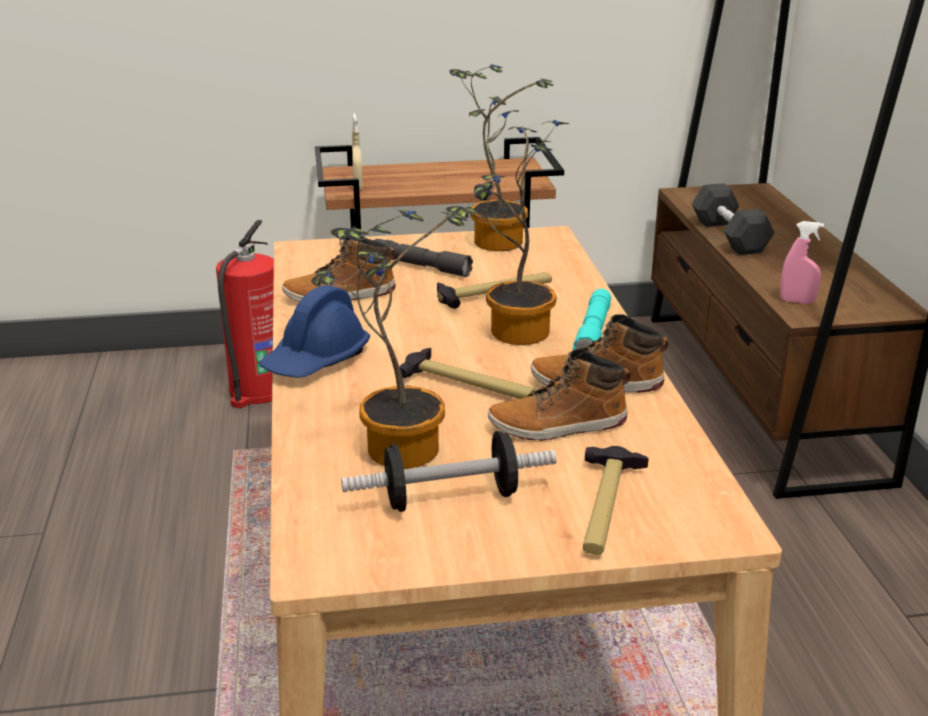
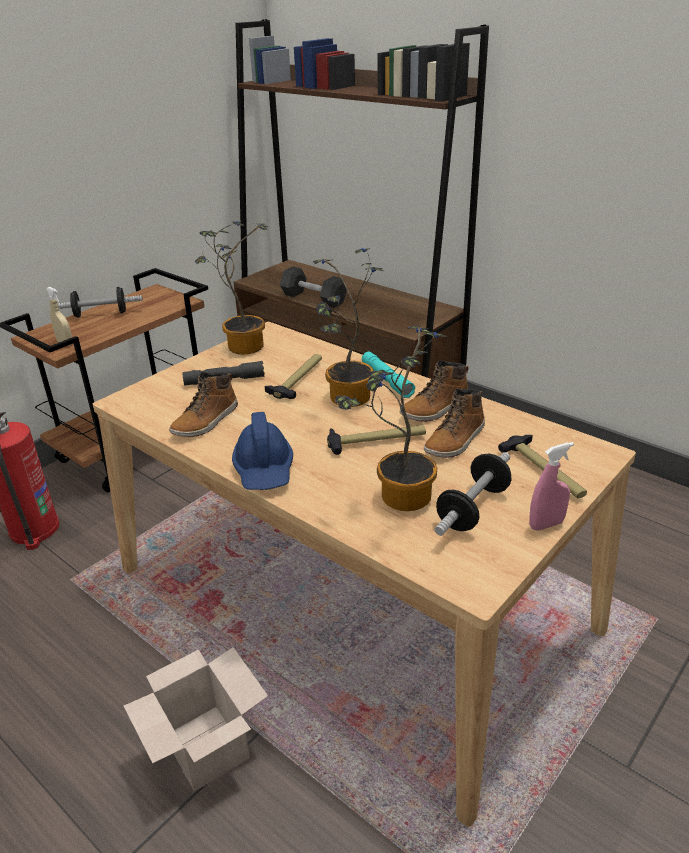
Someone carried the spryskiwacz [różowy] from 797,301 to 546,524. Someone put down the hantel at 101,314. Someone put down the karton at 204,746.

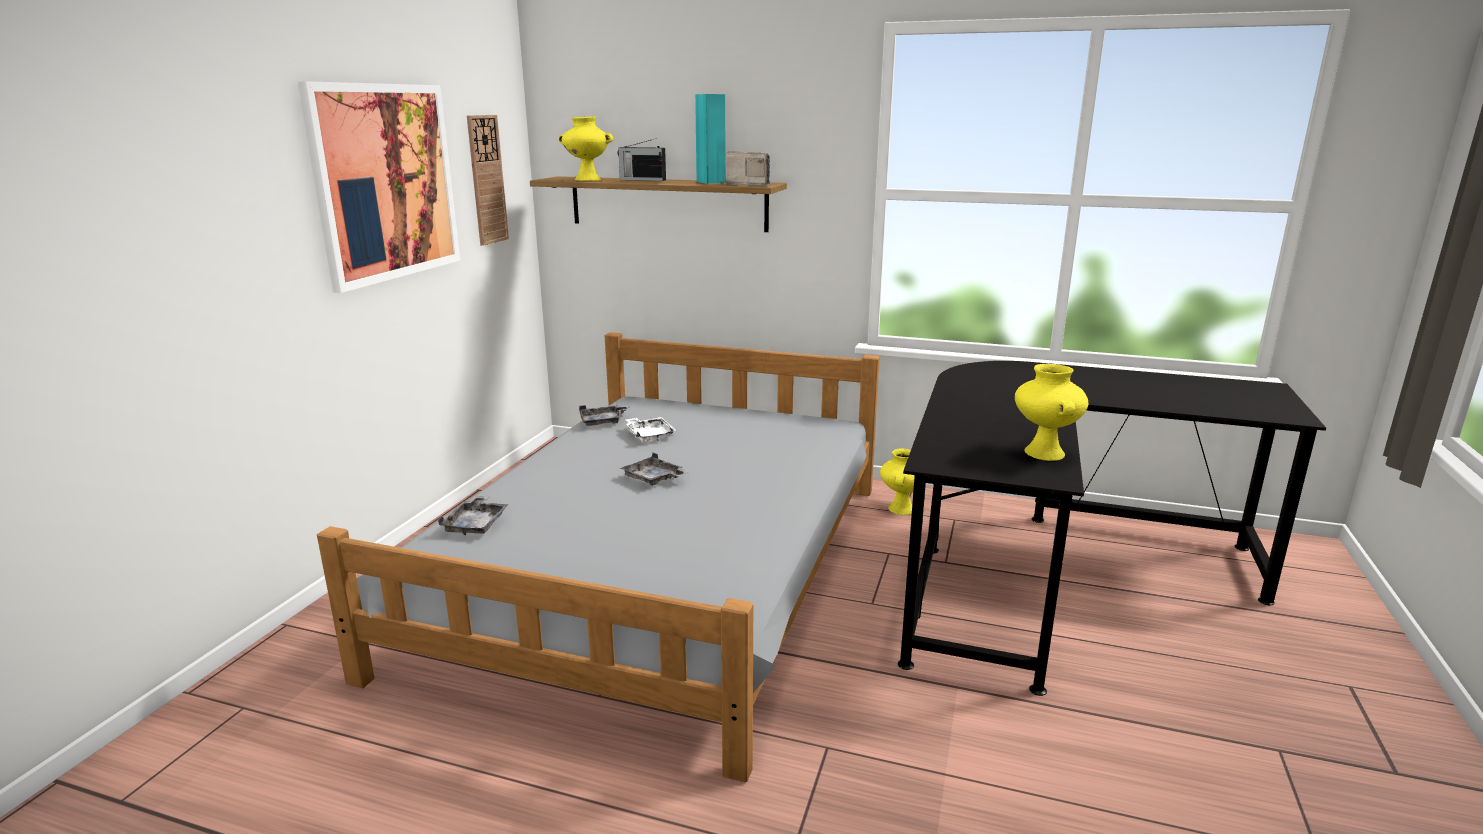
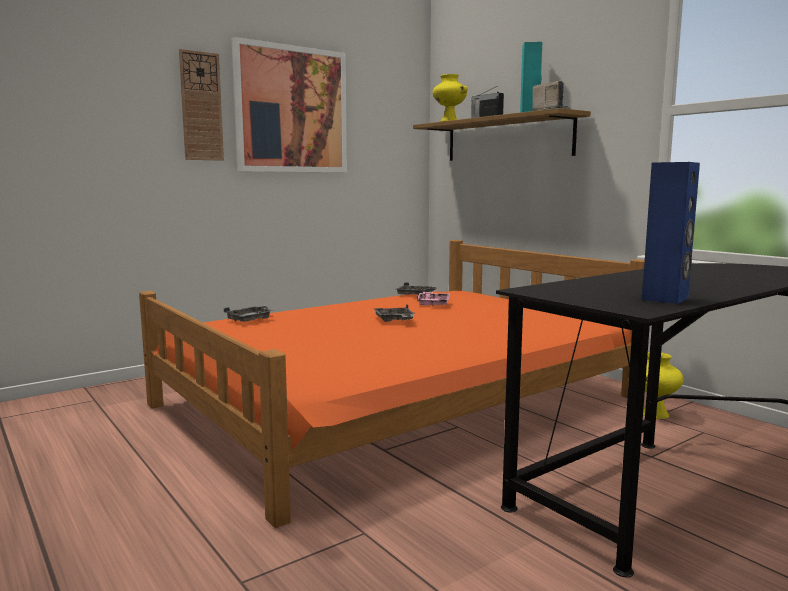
Someone repainted the łóżko [szary] at 661,570, which became the łóżko [pomarańczowy] at 396,402. Someone carried the zegar ścienny from 487,180 to 201,106. Someone repainted the taca [biały] at 649,435, which became the taca [różowy] at 433,304. Someone swapped the wazon [żółty] at 1043,453 for the głośnik [niebieski] at 665,299.

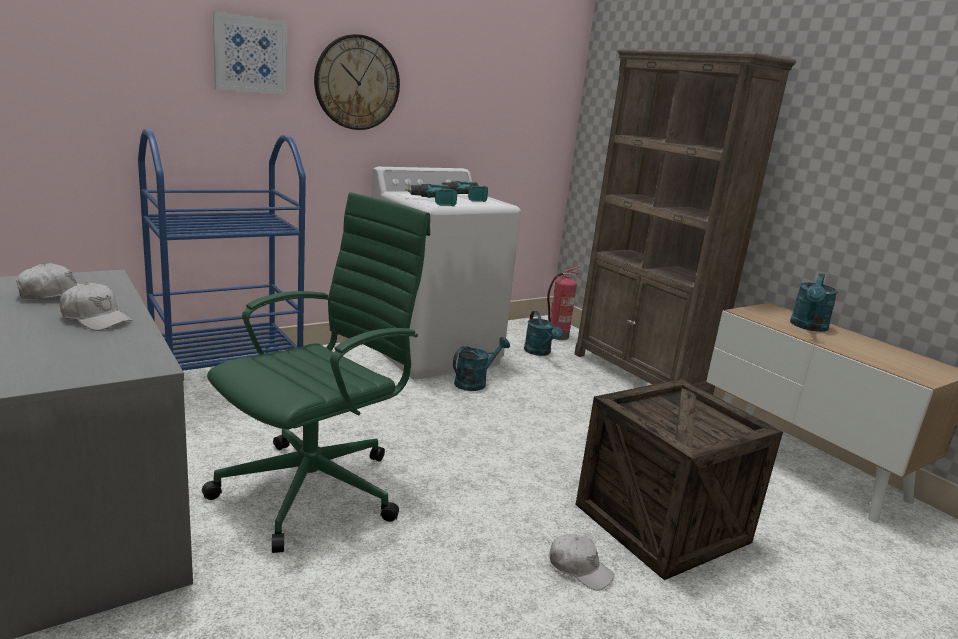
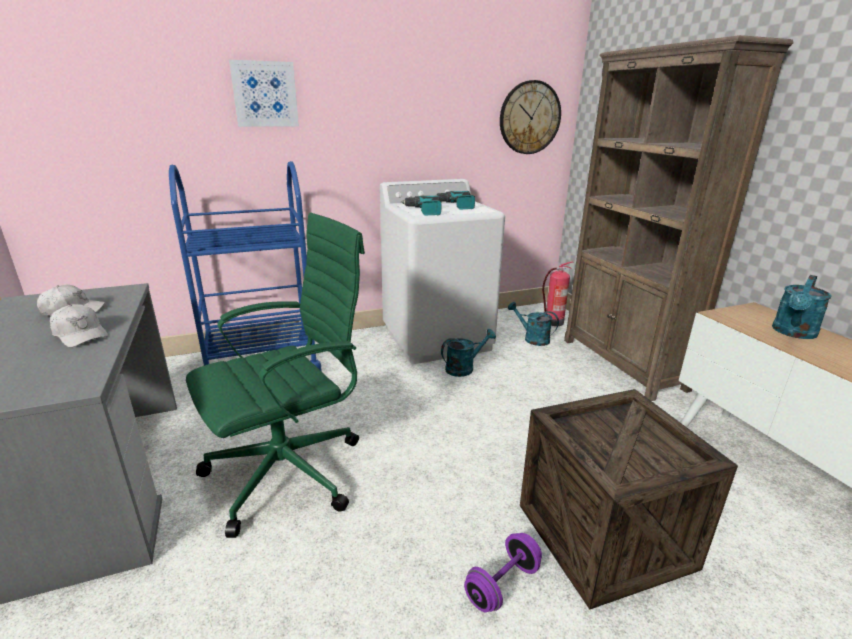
Someone carried the zegar ścienny from 357,83 to 529,118. Someone rotated the konewka [turkusowy] at 540,352 by 135 degrees clockwise. Someone swapped the czapka z daszkiem [biały] at 579,568 for the hantel [fioletowy] at 502,584.

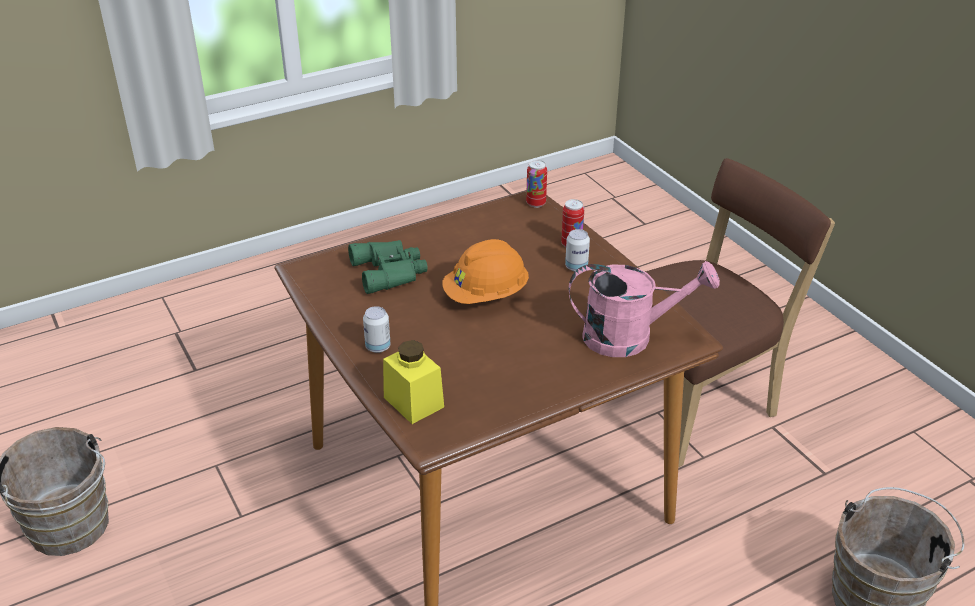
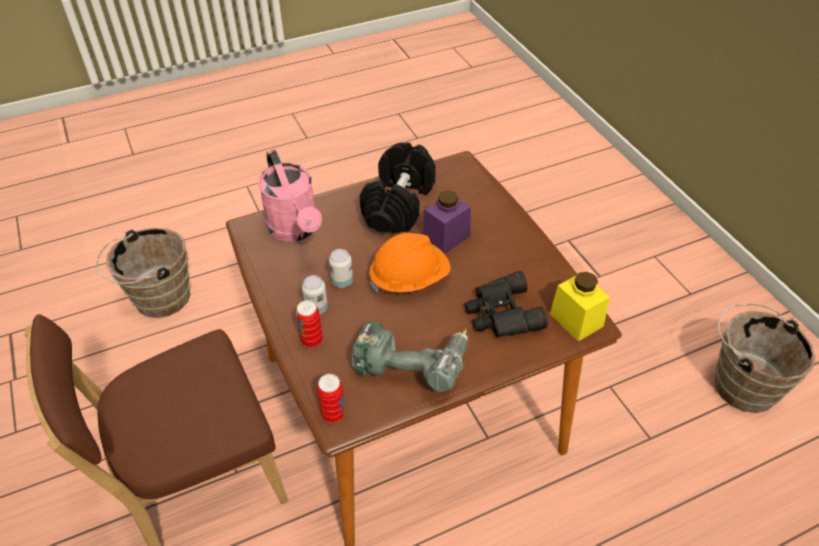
Someone repainted the lornetka [zielony] at 390,271, which became the lornetka [czarny] at 501,314. Someone carried the puszka from 378,347 to 342,281. Someone carried the słoik [żółty] from 413,402 to 576,320. Someone rotated the konewka [różowy] at 630,337 by 120 degrees counterclockwise. Someone put down the wiertarka at 412,364. Someone put down the hantel [czarny] at 398,203. Someone put down the słoik [fioletowy] at 446,237.

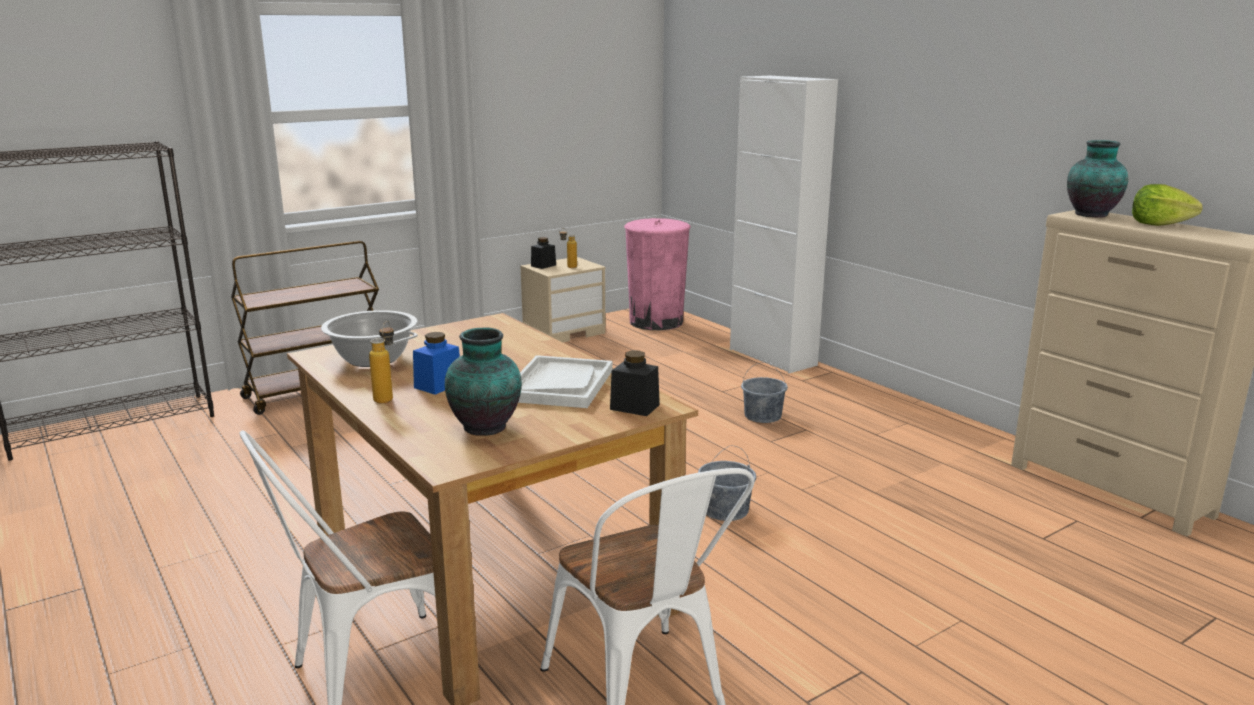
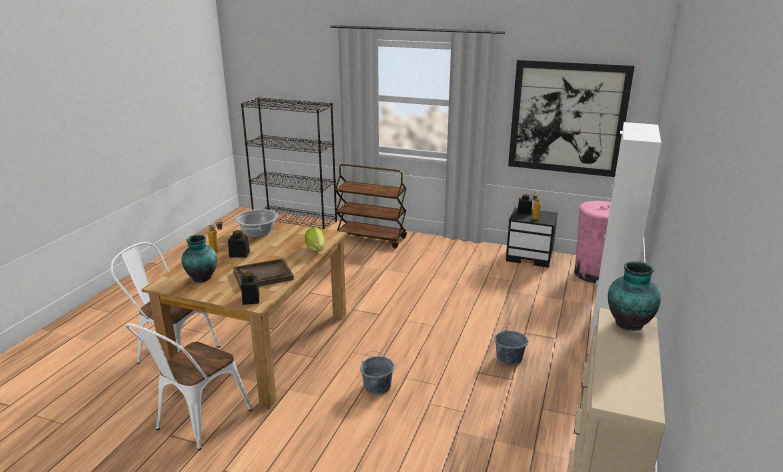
Someone repainted the słoik [niebieski] at 438,385, which became the słoik [czarny] at 239,254. Someone repainted the taca [biały] at 560,385, which became the taca [brązowy] at 263,275. Someone repainted the szafka nocna [beżowy] at 564,332, which became the szafka nocna [czarny] at 530,257. Someone carried the sałata from 1159,224 to 316,249. Someone put up the obraz at 567,118.

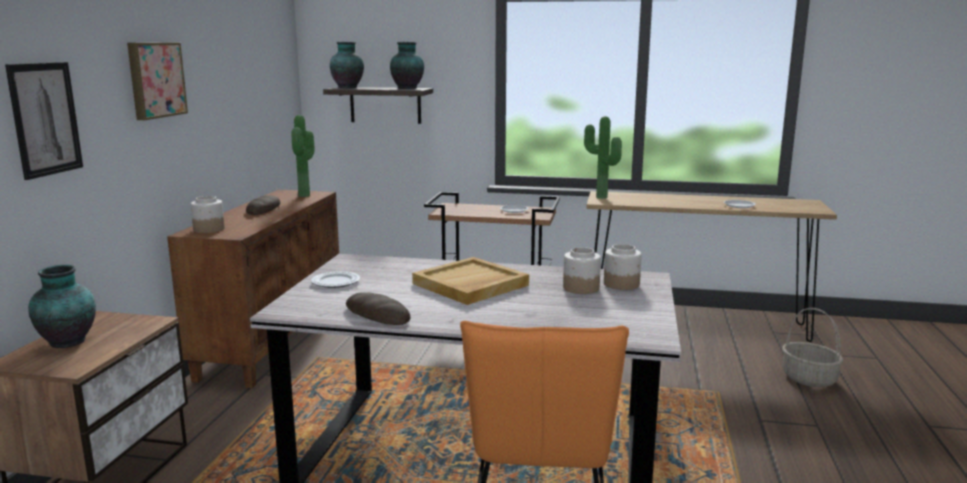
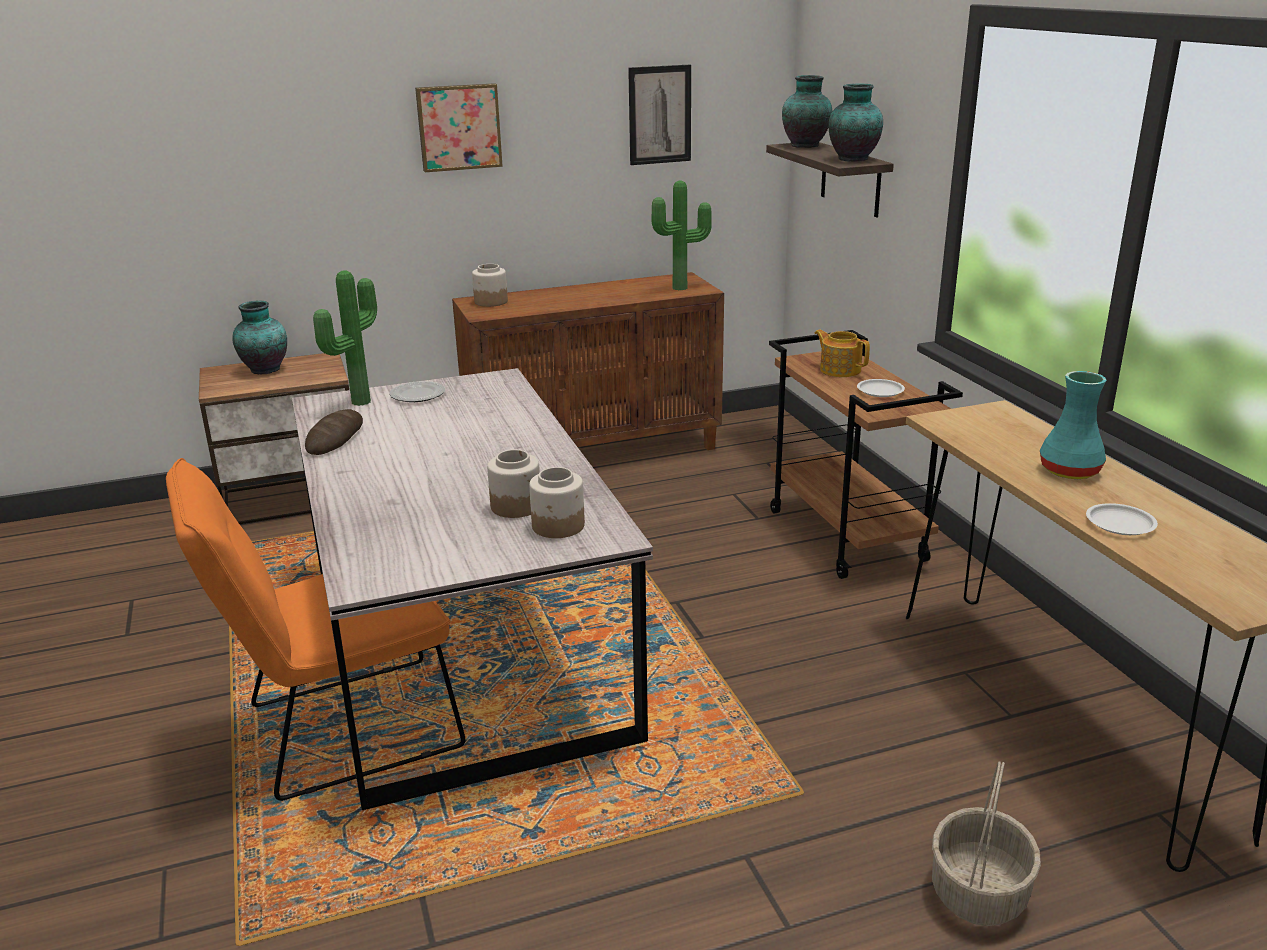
Someone carried the obraz from 45,119 to 659,115. Someone took away the chleb at 264,209. Someone took away the taca [beżowy] at 470,285. Someone carried the roślina doniczkowa from 600,197 to 358,401. Someone put down the imbryk at 840,370. Someone put down the wazon [turkusowy] at 1068,470.

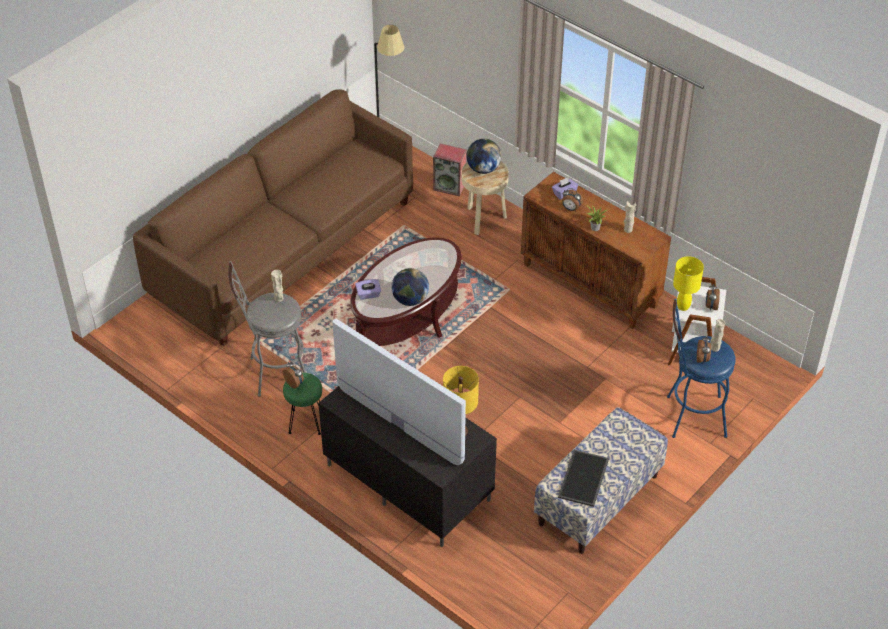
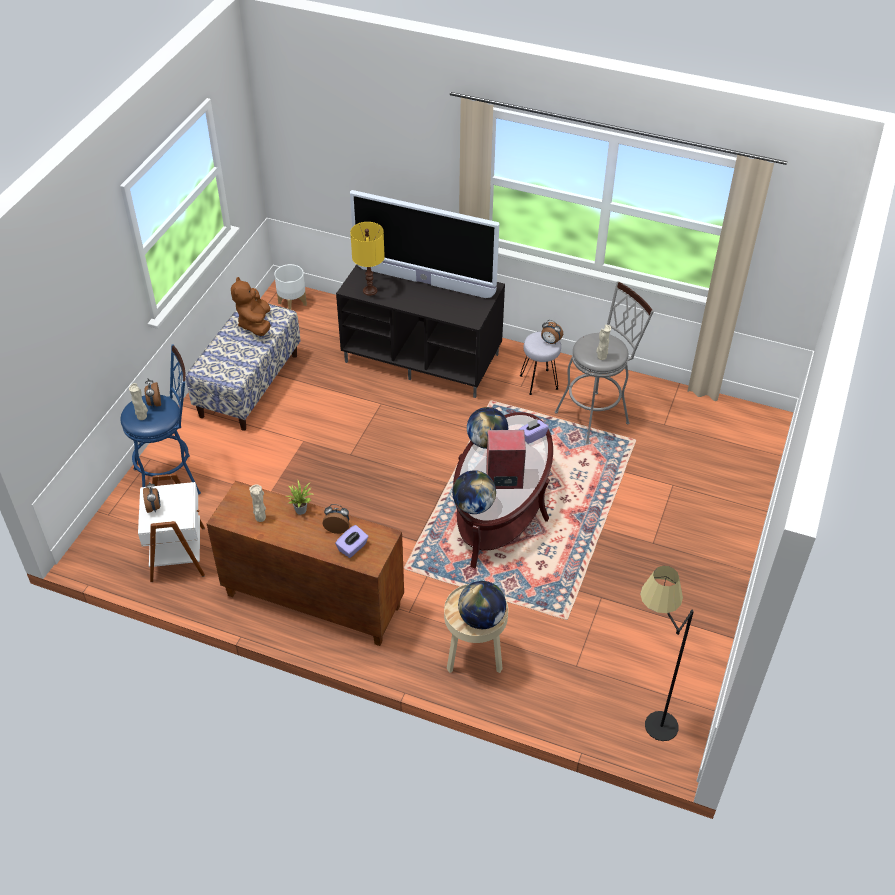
Someone took away the kanapa [brązowy] at 283,249. Someone repainted the stołek [zielony] at 305,422, which became the stołek [szary] at 539,382. Someone carried the głośnik from 450,186 to 503,479. Someone swapped the taca at 584,479 for the pluszak [brązowy] at 255,324. Someone took away the lampa stołowa [żółty] at 683,306. Someone put down the donica [biały] at 292,304. Someone put down the globus at 473,506.

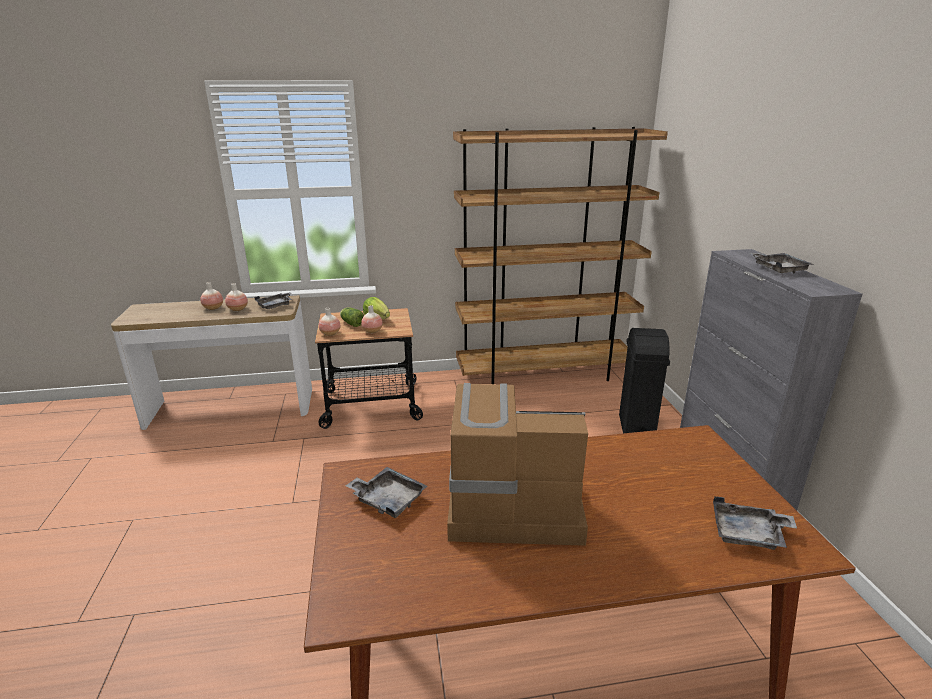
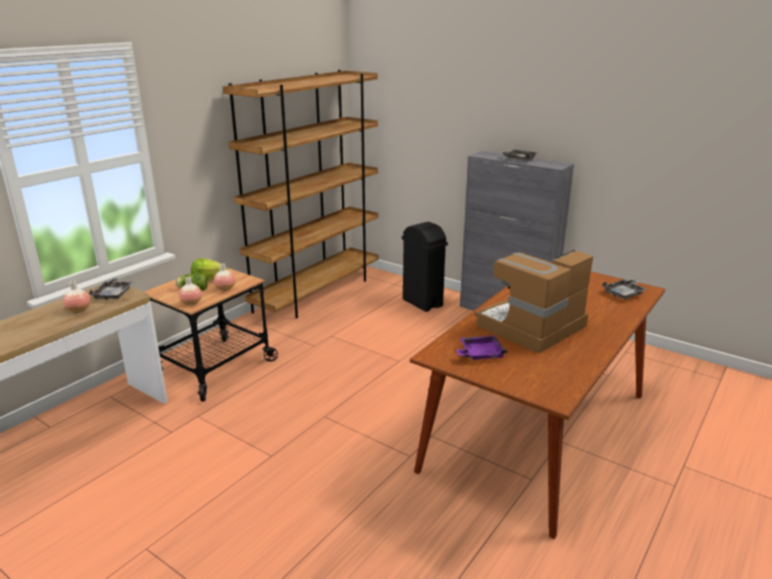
Someone took away the wazon at 213,308. Someone repainted the taca [szary] at 388,499, which became the taca [fioletowy] at 480,354.

